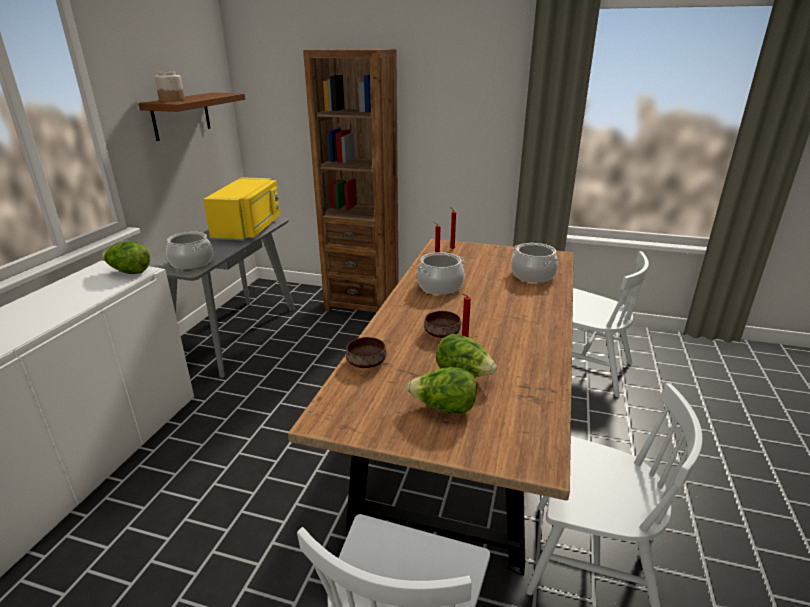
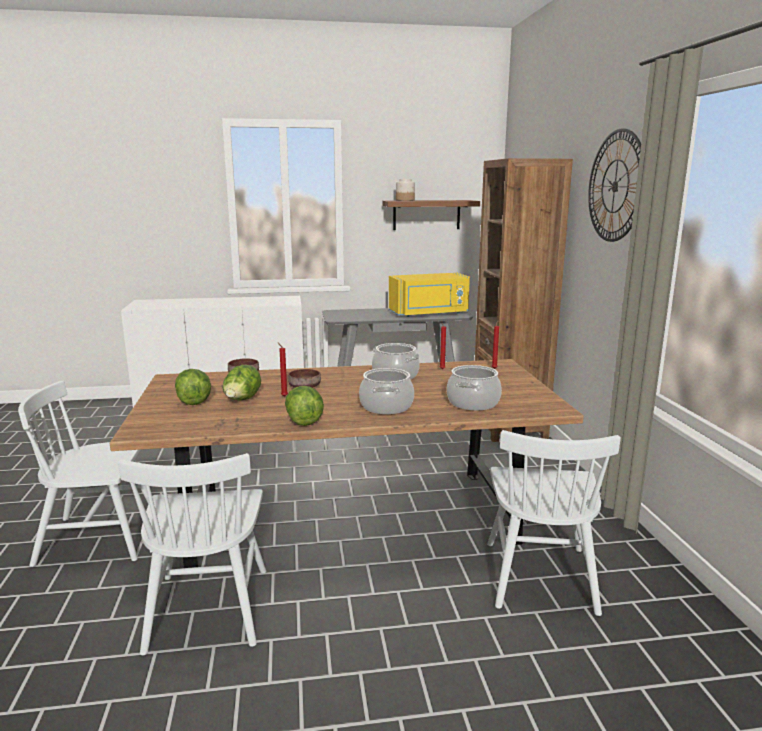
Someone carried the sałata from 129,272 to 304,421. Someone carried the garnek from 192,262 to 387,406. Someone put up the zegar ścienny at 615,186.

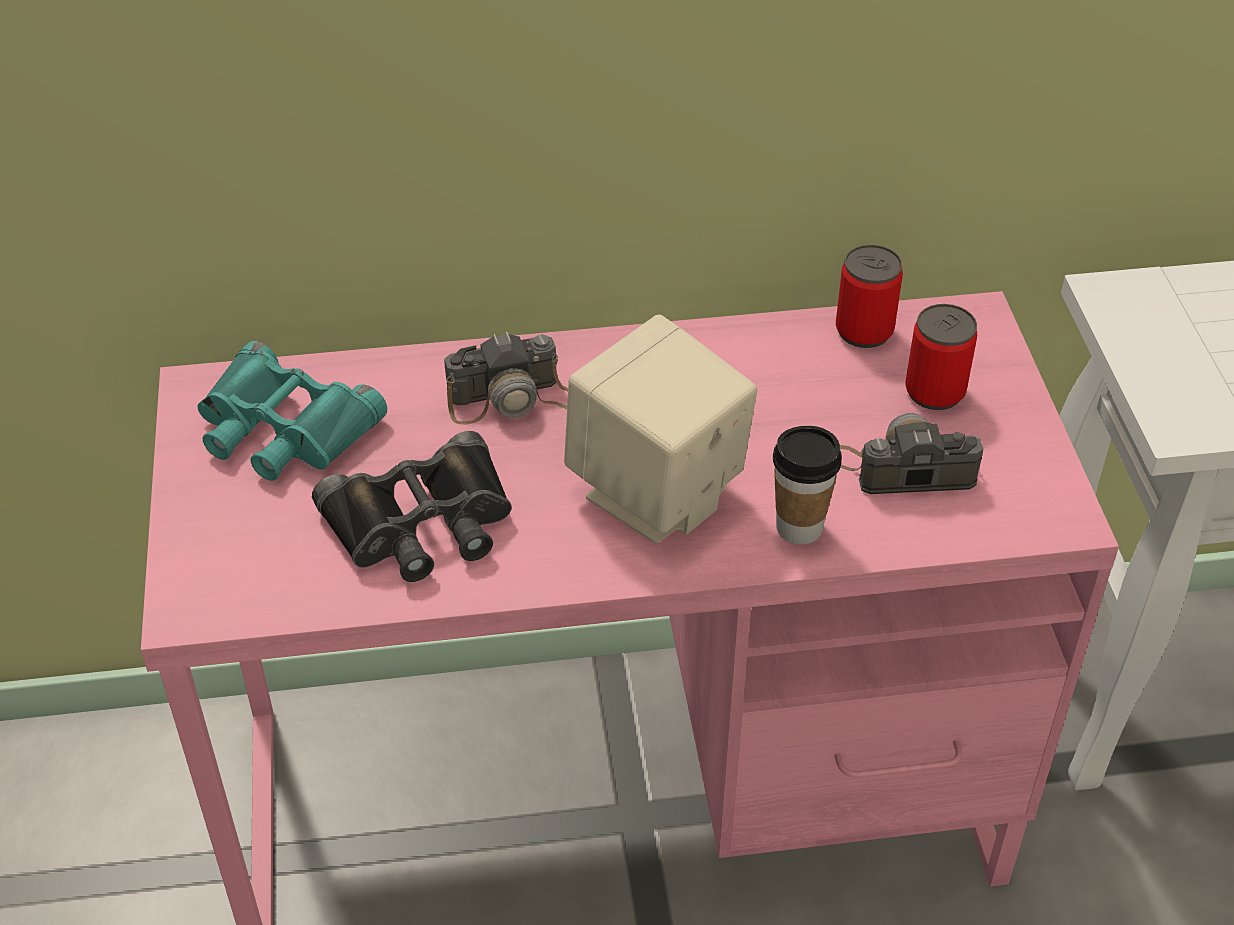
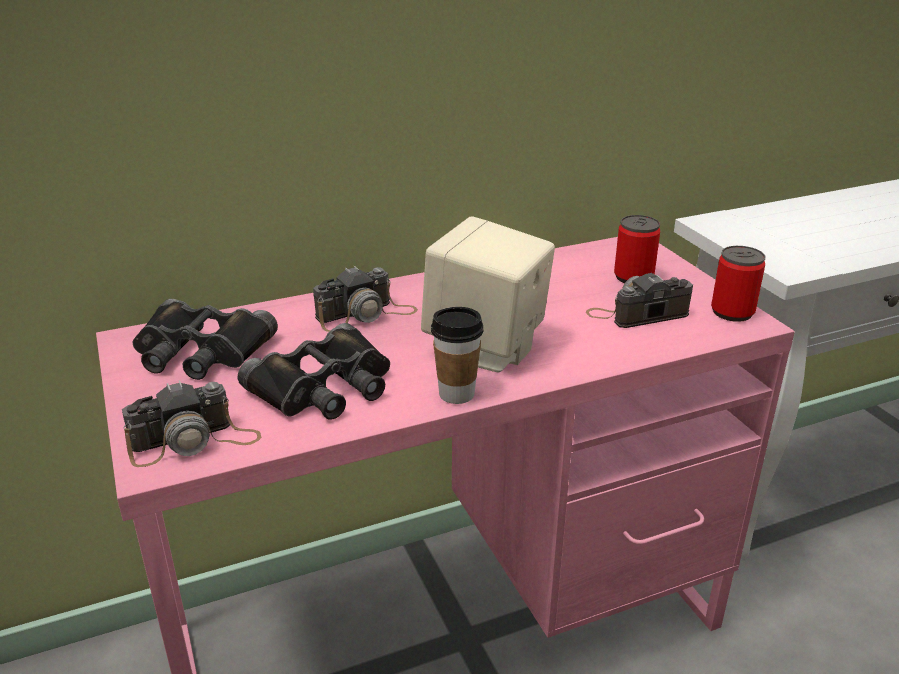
Someone repainted the lornetka [turkusowy] at 283,428, which became the lornetka [czarny] at 200,351. Someone carried the filiżanka from 799,527 to 456,394. Someone carried the puszka from 864,331 to 732,312. Someone put down the aparat fotograficzny at 194,441.

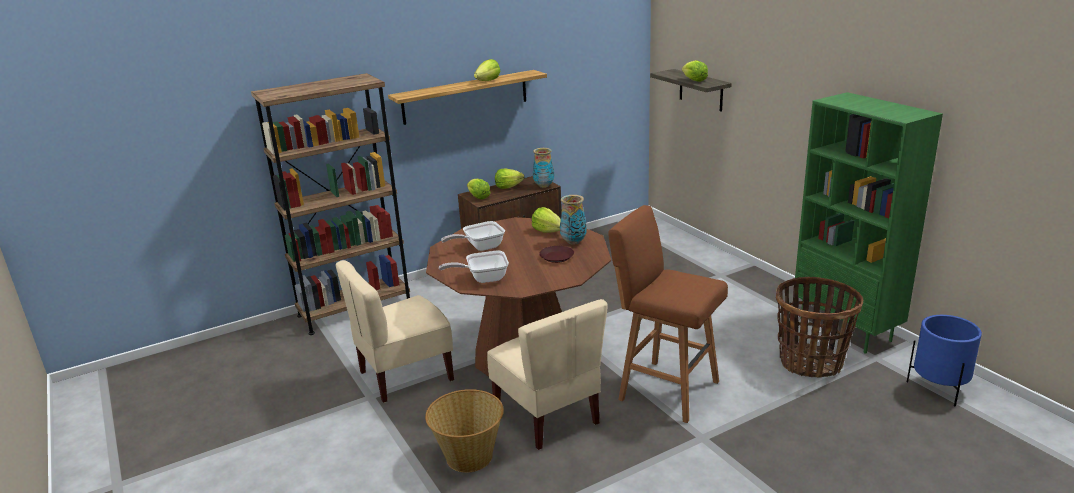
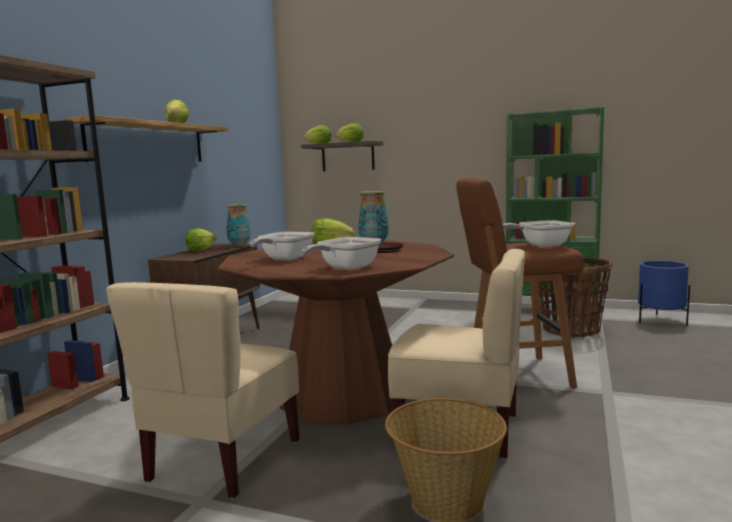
Someone carried the sałata from 478,197 to 319,143. Someone put down the patelnia at 540,245.

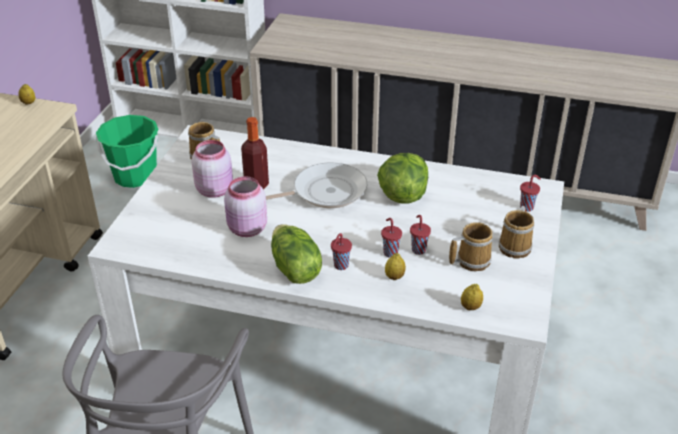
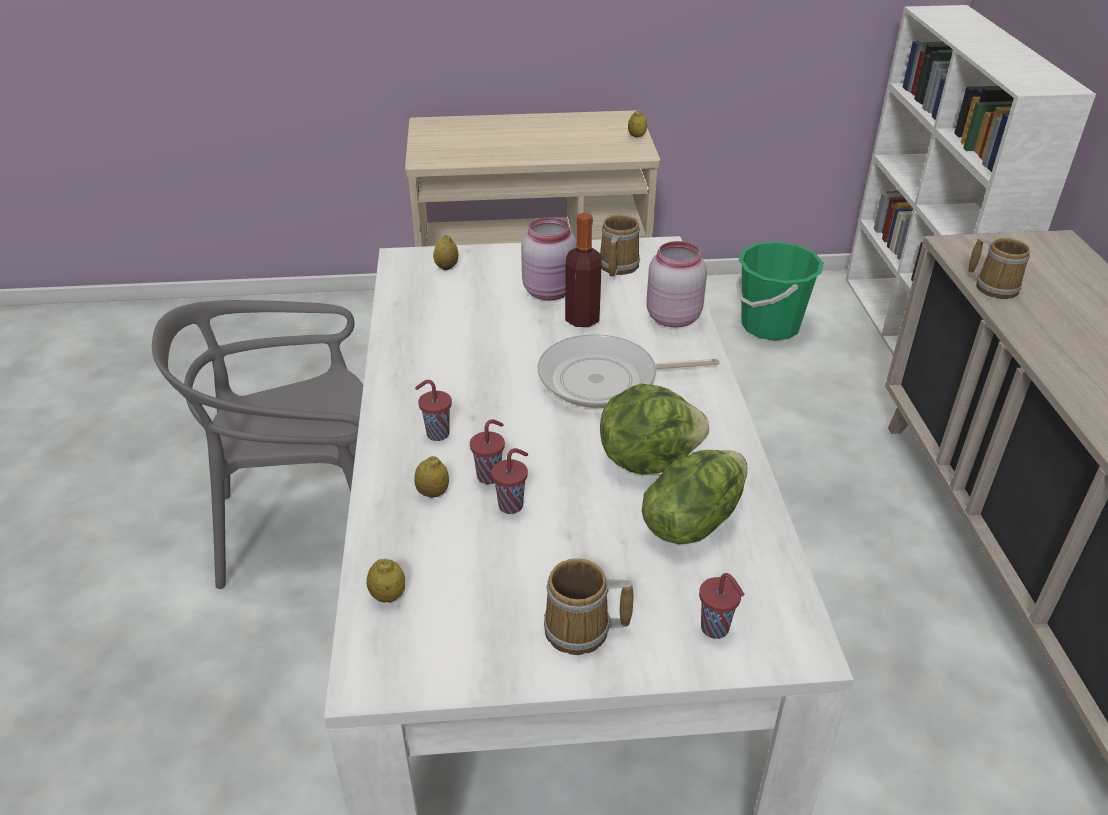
Someone carried the słoik [różowy] from 246,229 to 671,317. Someone rotated the patelnia at 325,192 by 120 degrees clockwise. Someone carried the sałata from 294,269 to 692,520. Someone carried the kubek from 470,260 to 994,286. Someone put down the cytryna at 446,267.

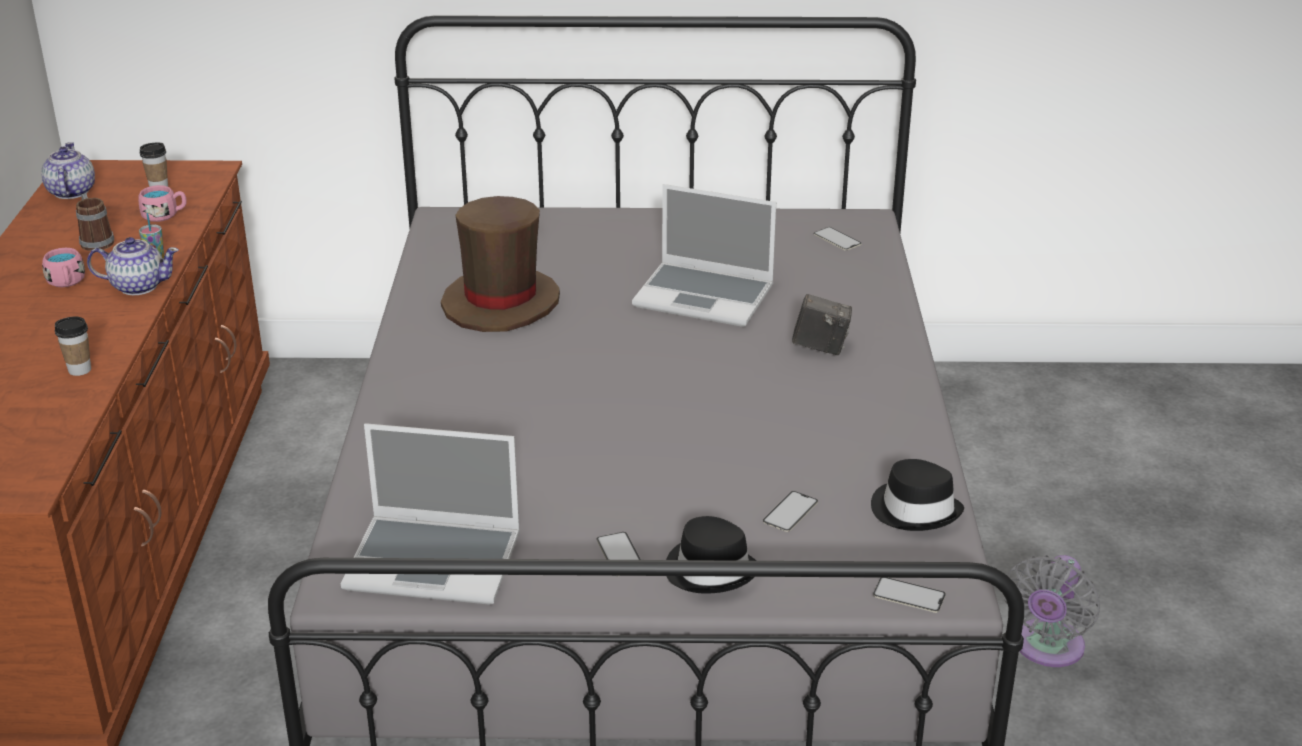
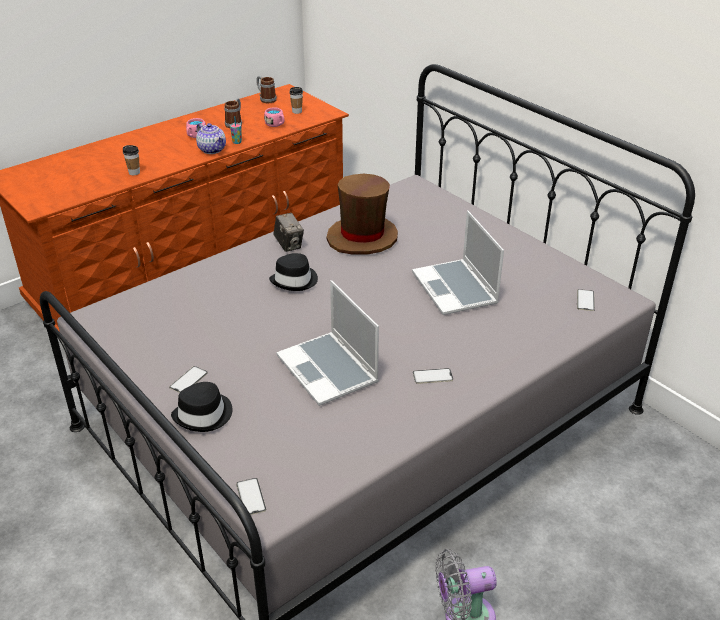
Someone swapped the imbryk at 71,192 for the kubek at 266,99. Someone carried the laptop from 436,561 to 329,370. Someone carried the telefon from 790,512 to 432,376. Someone carried the aparat fotograficzny from 820,347 to 289,245. Someone carried the kapelusz [czarny] from 915,510 to 295,280.

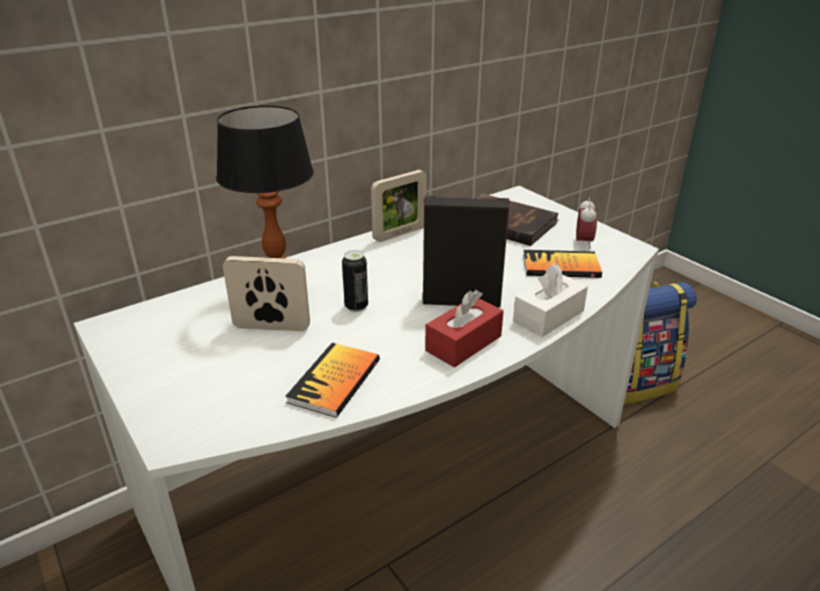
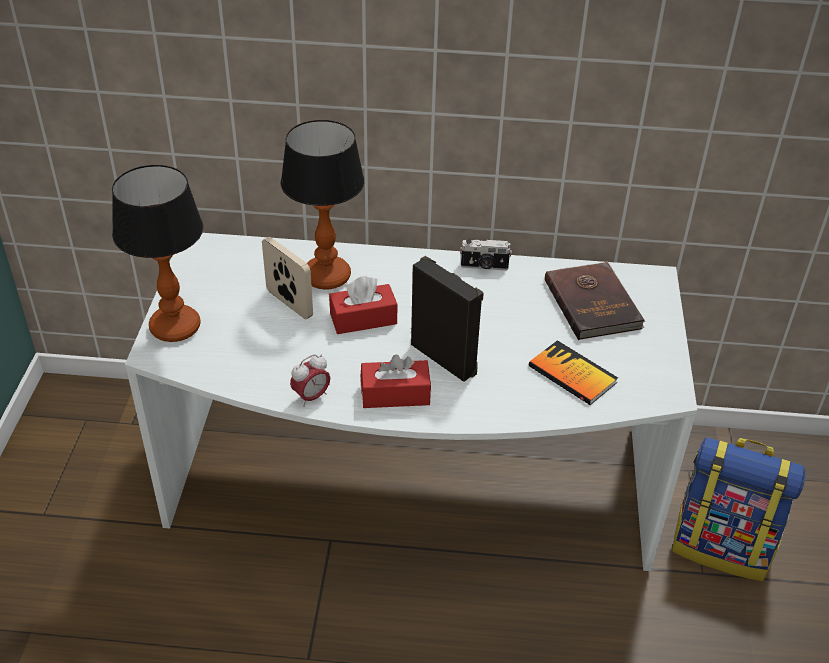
Someone took away the książka at 334,381. Someone swapped the puszka at 356,306 for the pudełko chusteczek [czerwony] at 363,319. Someone swapped the ramka na zdjęcie at 399,233 for the aparat fotograficzny at 484,266. Someone took away the pudełko chusteczek [biały] at 548,316. Someone carried the budzik from 583,243 to 311,397. Someone put down the lampa stołowa at 176,327.

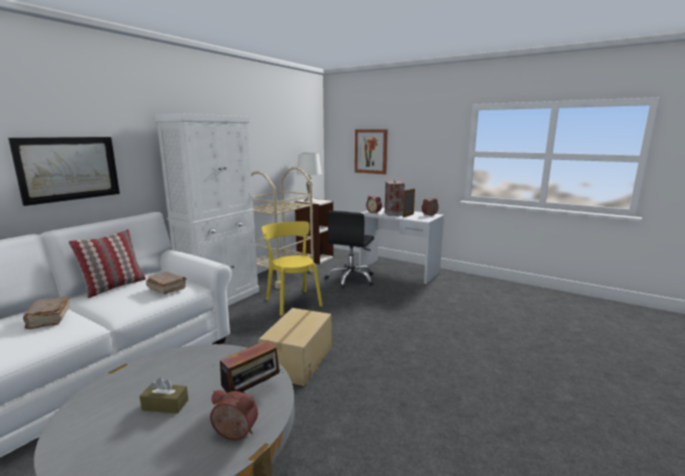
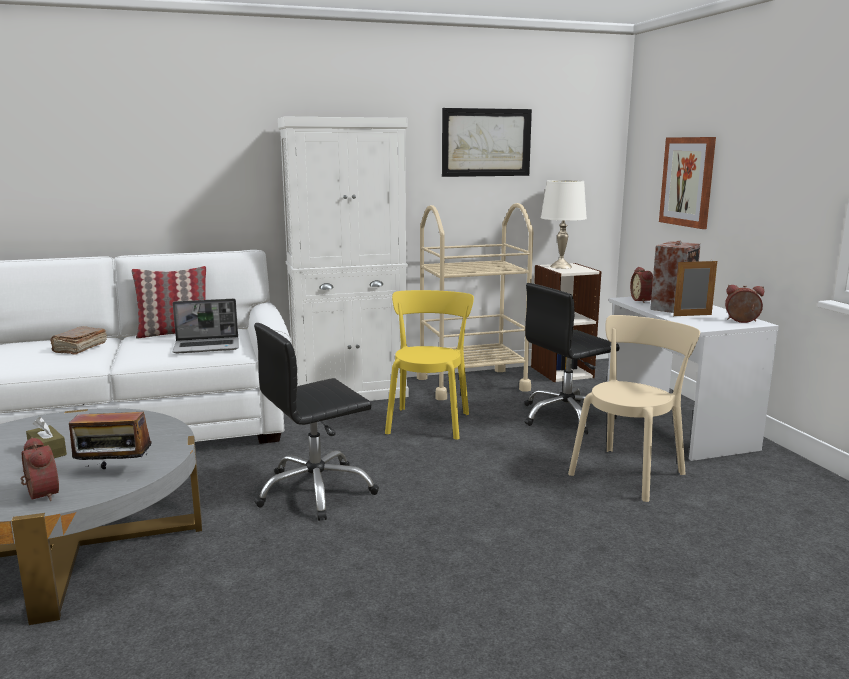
Someone carried the obraz from 69,168 to 486,142. Someone swapped the książka [brązowy] at 167,289 for the laptop at 207,347. Someone swapped the karton at 297,361 for the krzesło biurowe [czarny] at 316,491. Someone put down the krzesło [beżowy] at 629,472.

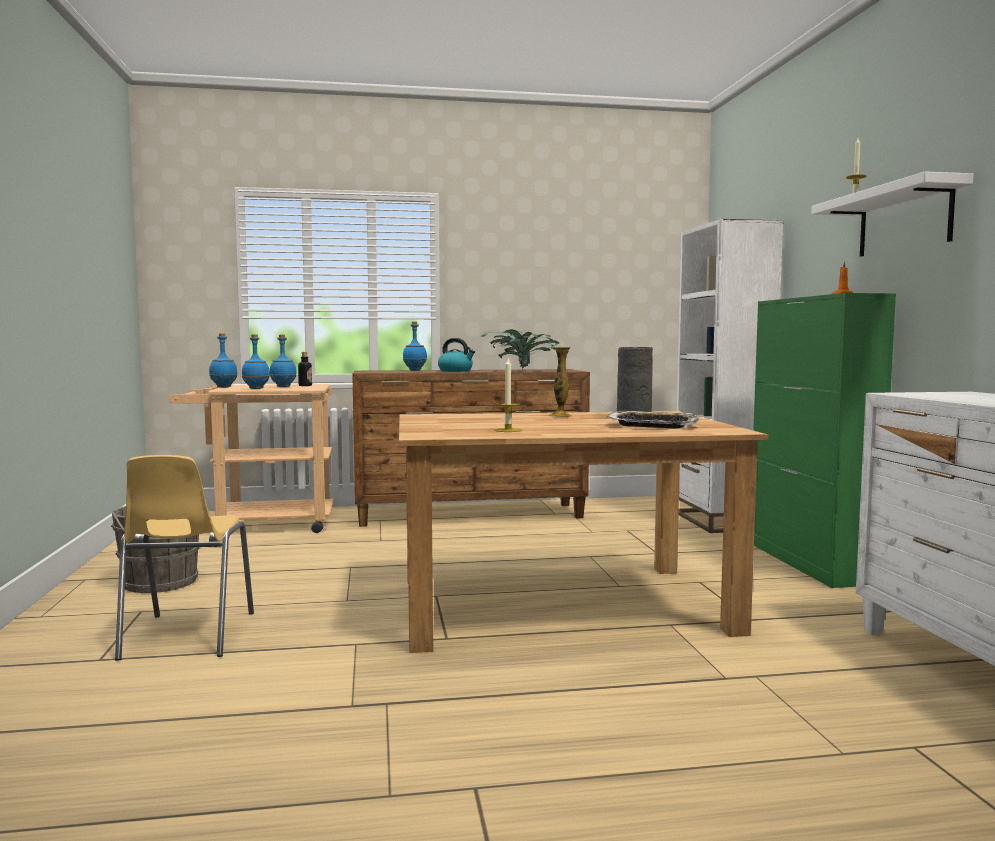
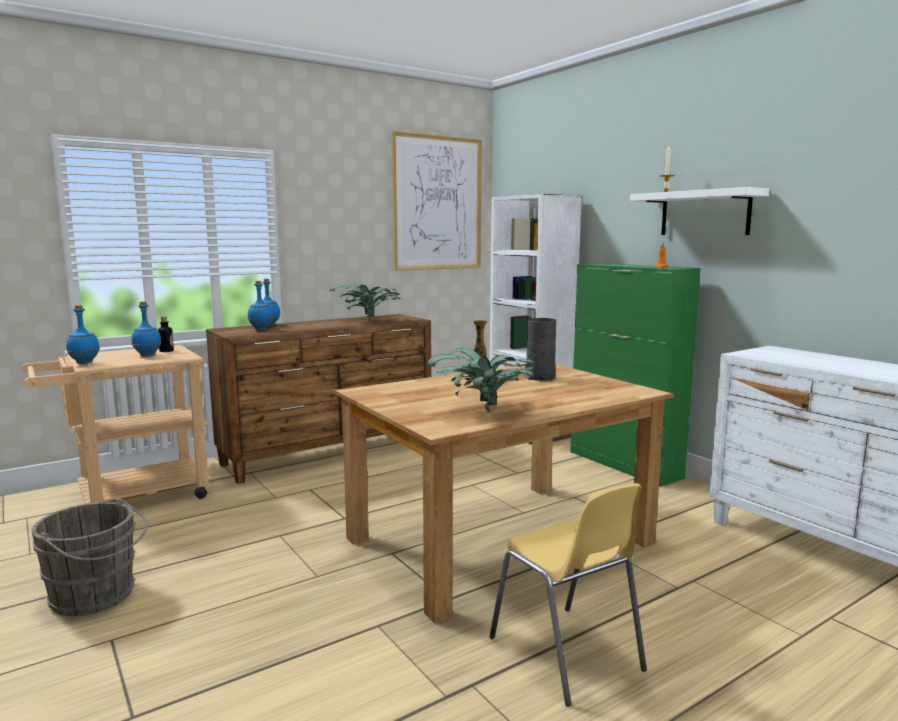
Someone carried the krzesło [żółty] from 186,636 to 566,654. Someone carried the butelka [niebieski] from 256,388 to 261,329. Someone took away the czajnik at 456,371. Someone swapped the świeca at 508,430 for the roślina doniczkowa at 487,410. Someone took away the taca at 652,426. Someone put up the obraz at 437,203.

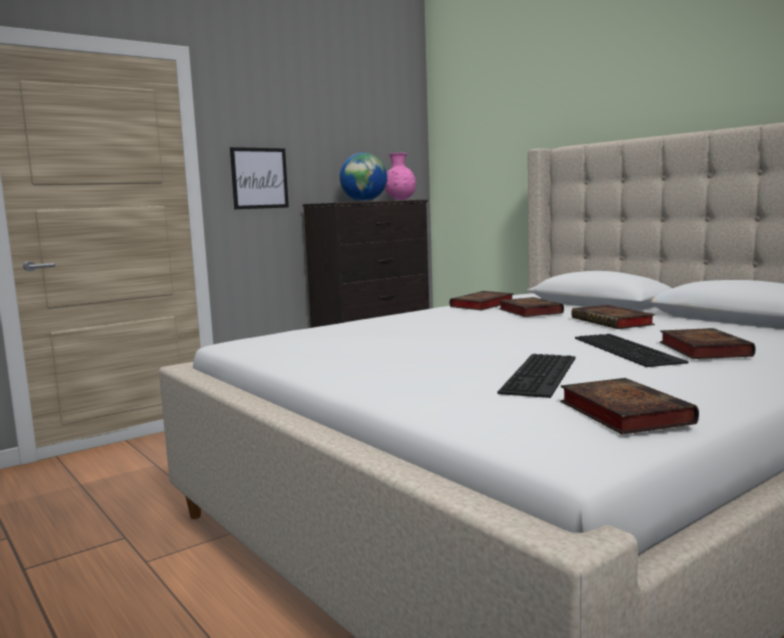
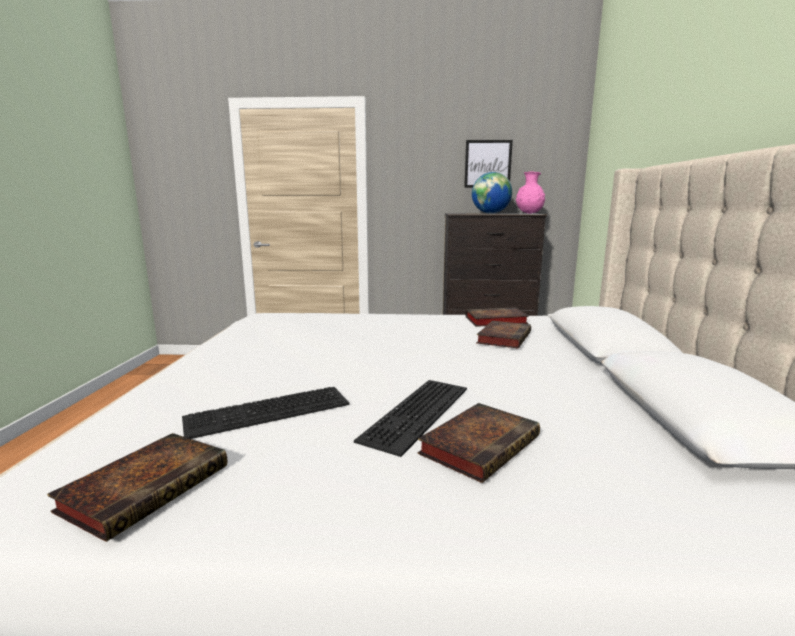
Someone carried the obraz from 259,178 to 488,164. Someone took away the książka at 614,322.

